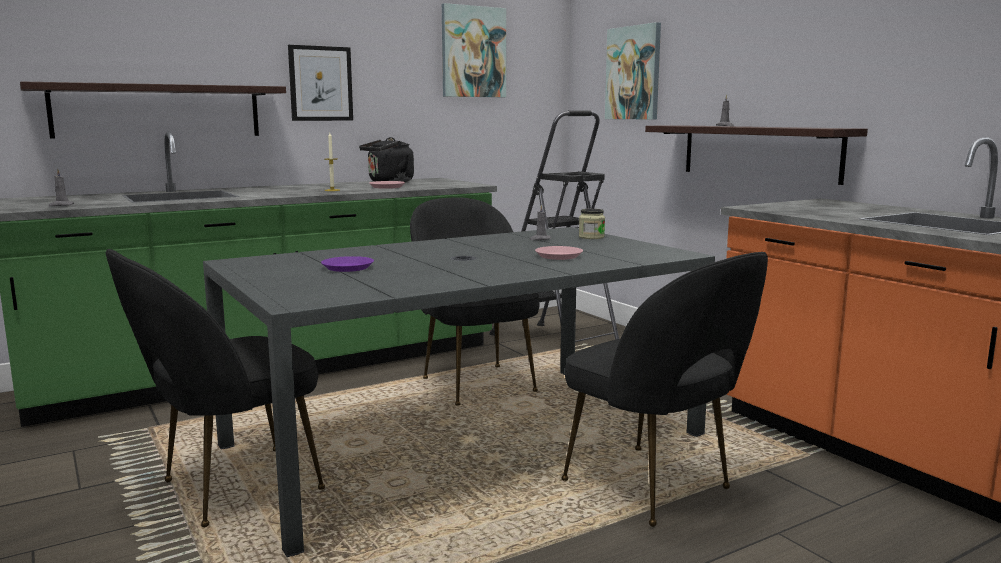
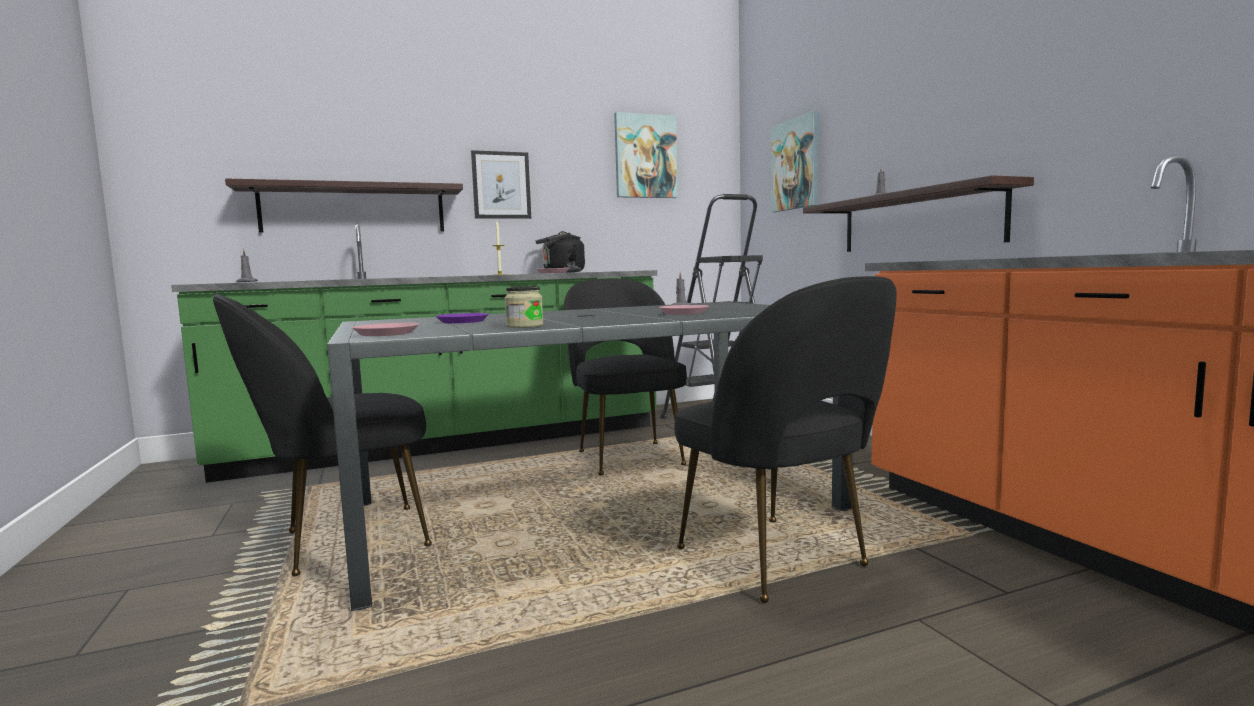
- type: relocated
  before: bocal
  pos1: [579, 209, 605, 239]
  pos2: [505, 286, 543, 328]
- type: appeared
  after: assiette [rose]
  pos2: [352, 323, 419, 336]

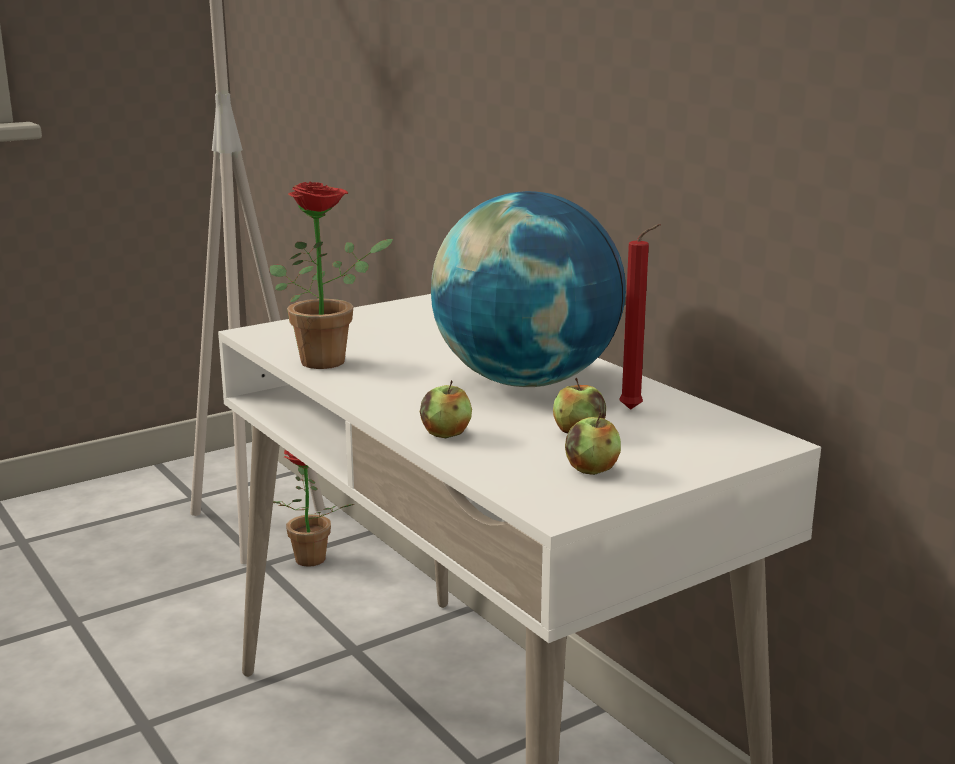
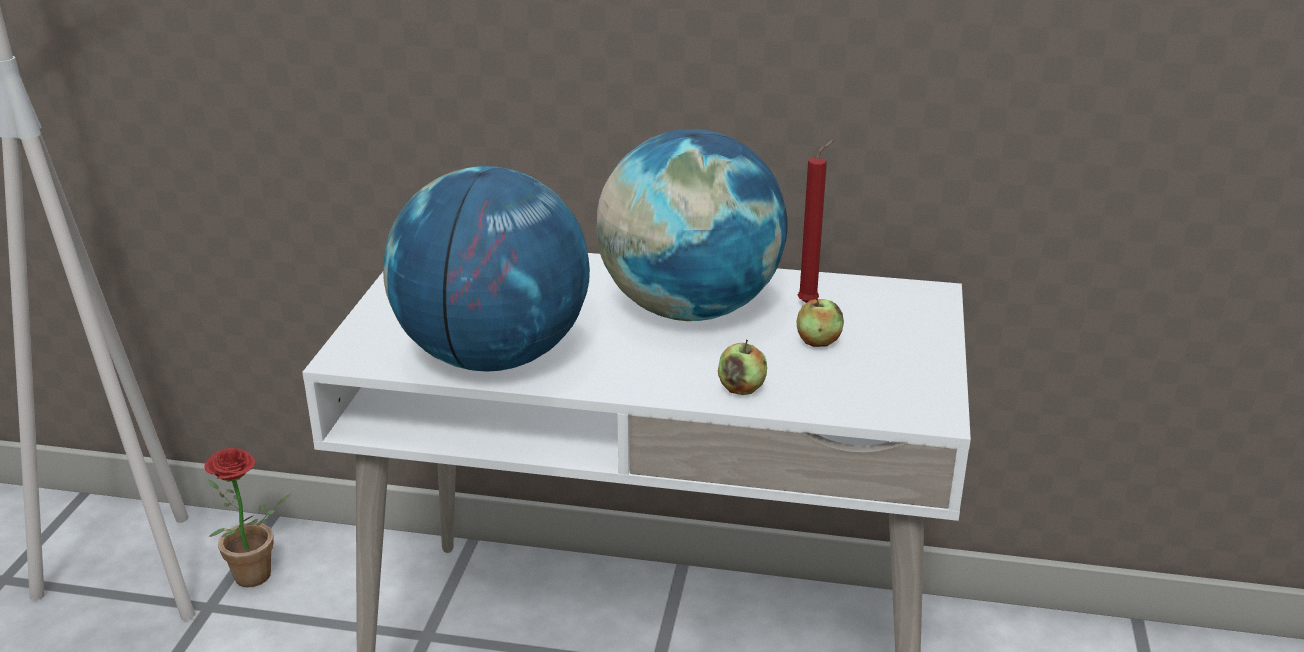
- type: exchanged
  before: plante en pot
  after: globe
  pos1: [269, 181, 393, 369]
  pos2: [383, 166, 590, 372]
- type: missing
  before: pomme
  pos1: [565, 412, 621, 475]

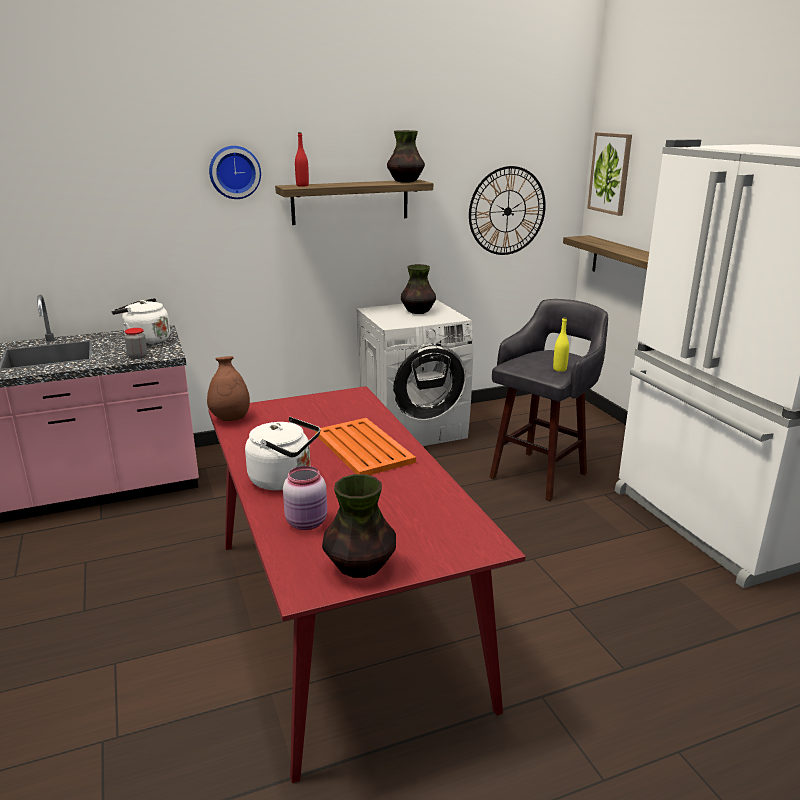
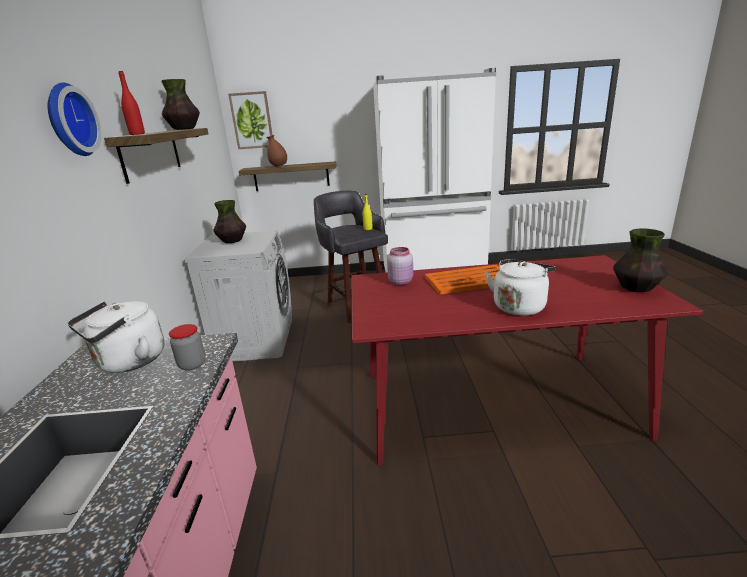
- type: relocated
  before: vase [marron]
  pos1: [207, 356, 250, 421]
  pos2: [266, 135, 287, 167]
- type: relocated
  before: bocal [rose]
  pos1: [283, 466, 327, 530]
  pos2: [387, 247, 413, 285]
- type: missing
  before: horloge murale
  pos1: [469, 166, 546, 255]

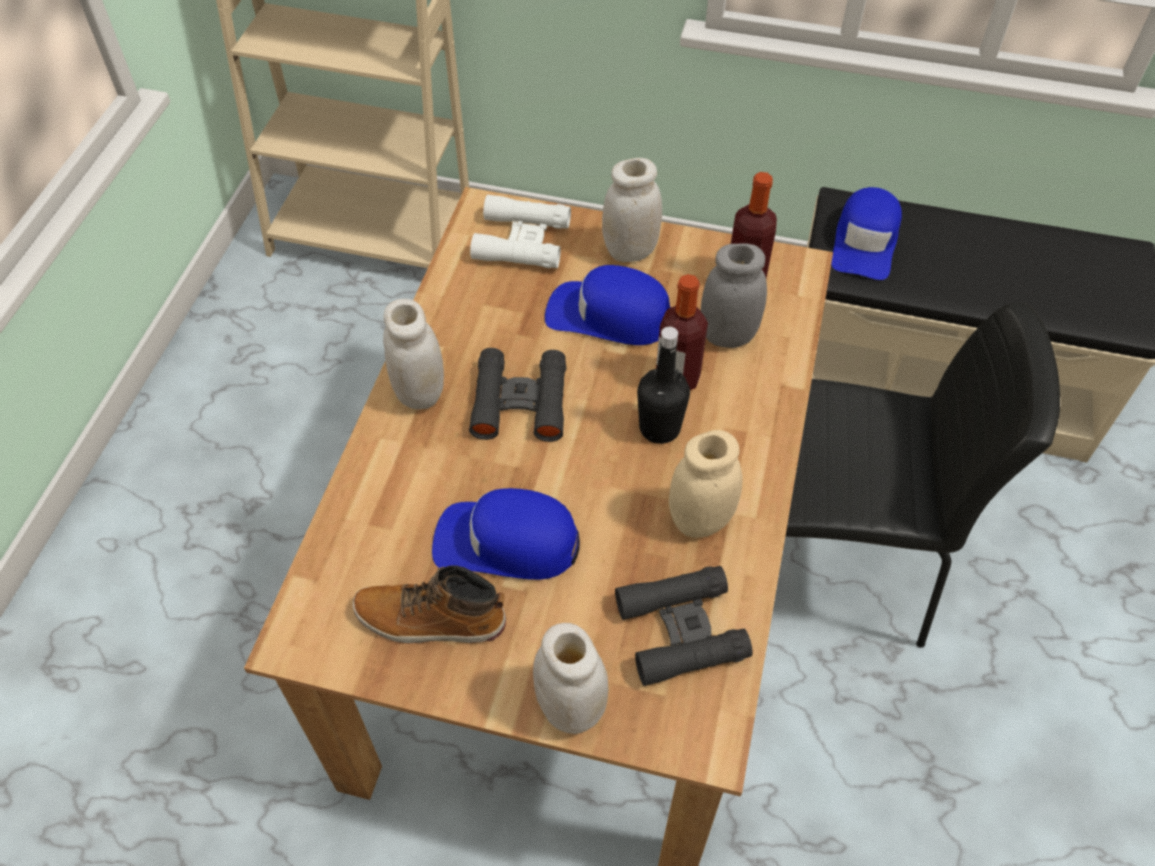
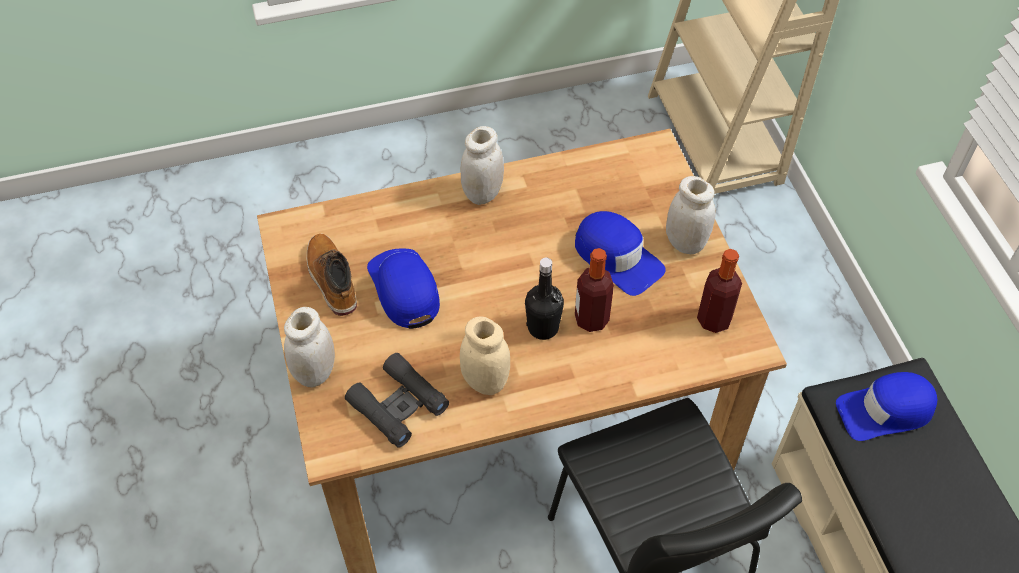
- type: missing
  before: jumelles [noir]
  pos1: [469, 348, 566, 442]
- type: missing
  before: jumelles [blanc]
  pos1: [470, 195, 571, 268]
- type: spun
  before: casquette [bleu]
  pos1: [545, 265, 671, 345]
  pos2: [575, 211, 666, 296]
  turn: 150
- type: missing
  before: bocal [gris]
  pos1: [700, 243, 767, 348]

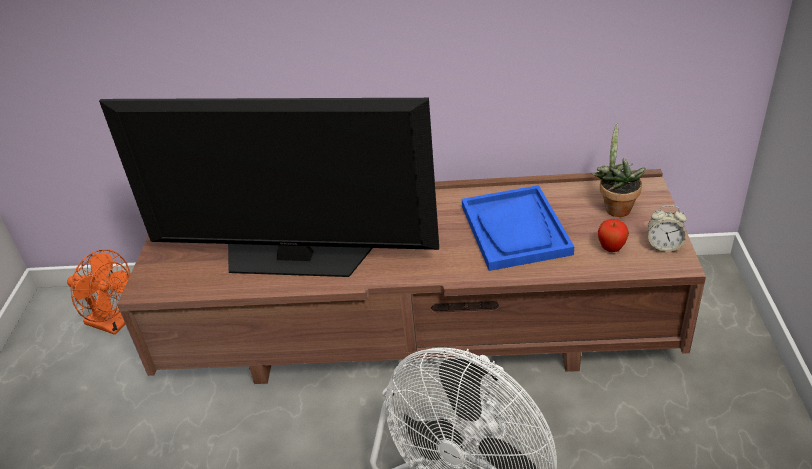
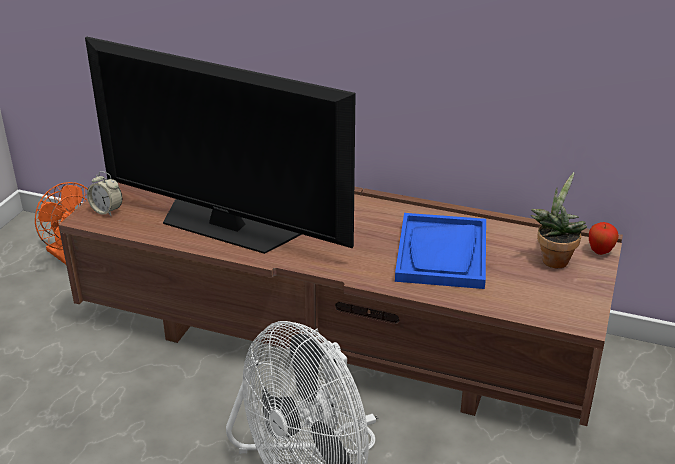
- type: relocated
  before: pomme
  pos1: [598, 219, 629, 252]
  pos2: [589, 222, 619, 255]
- type: relocated
  before: réveil
  pos1: [648, 205, 687, 252]
  pos2: [87, 171, 122, 217]

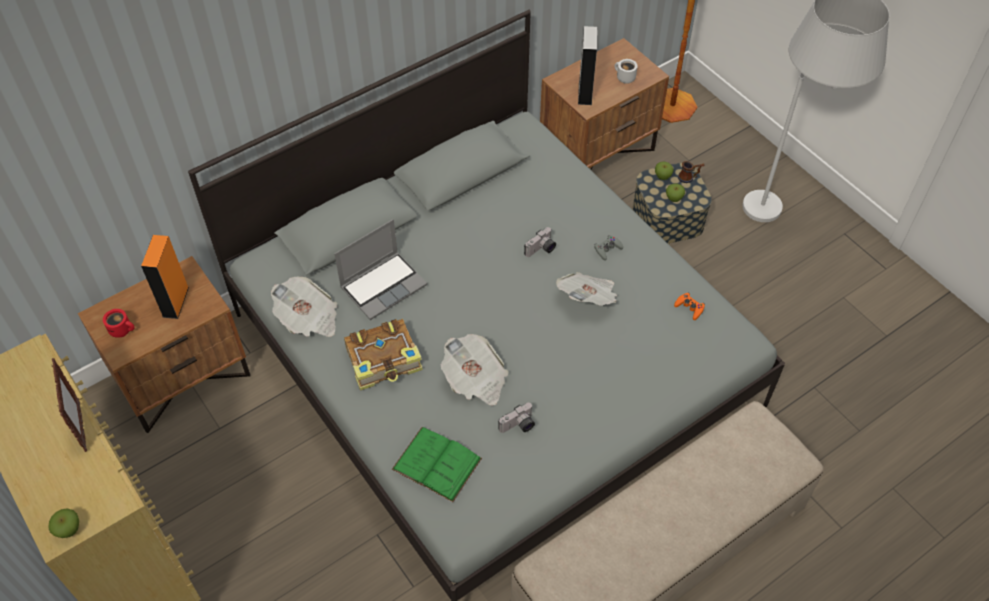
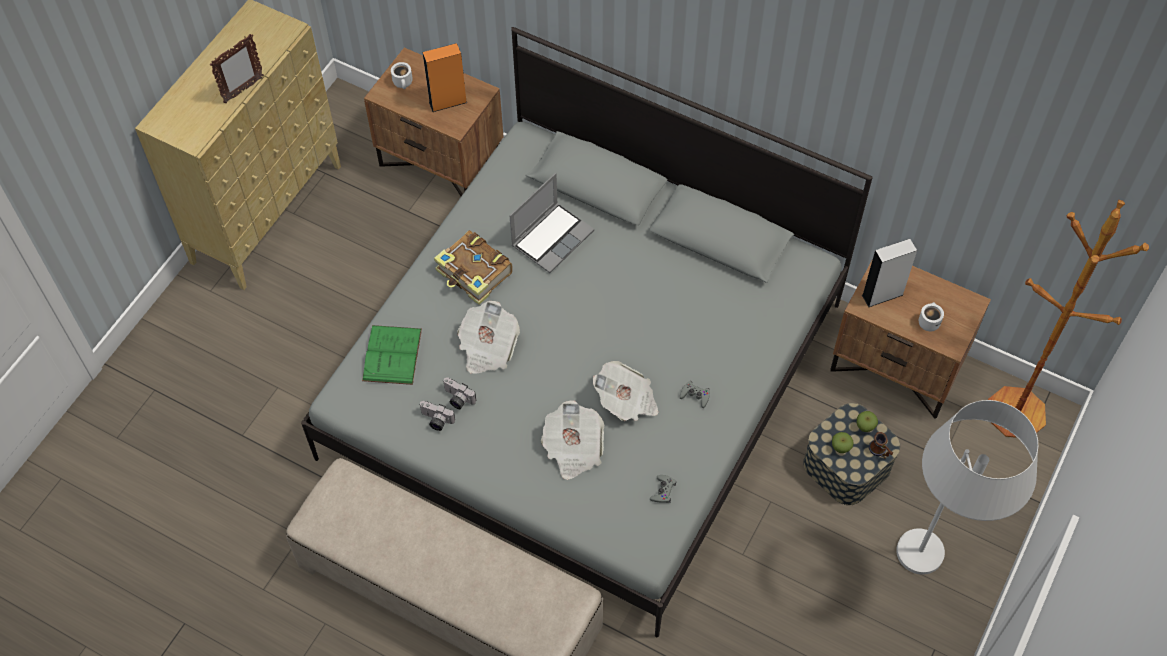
- type: missing
  before: pomme
  pos1: [48, 509, 79, 538]
- type: colour
  before: mug [rouge]
  after: mug [blanc]
  pos1: [103, 309, 135, 338]
  pos2: [391, 62, 413, 89]
- type: relocated
  before: journal
  pos1: [271, 277, 338, 337]
  pos2: [541, 400, 604, 480]
- type: spun
  before: ordinateur portable
  pos1: [334, 219, 427, 320]
  pos2: [509, 173, 594, 273]
  turn: -75
- type: relocated
  before: appareil photo
  pos1: [524, 227, 556, 257]
  pos2: [419, 401, 455, 431]
- type: colour
  before: manette [orange]
  after: manette [gris]
  pos1: [674, 293, 705, 320]
  pos2: [650, 475, 676, 503]

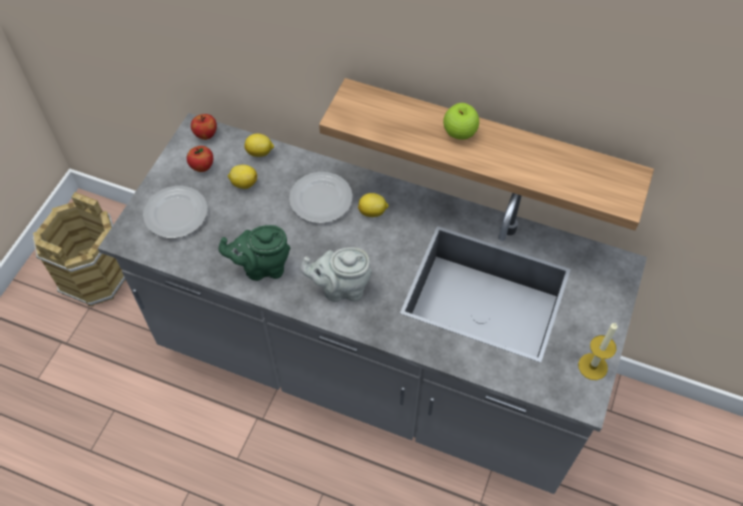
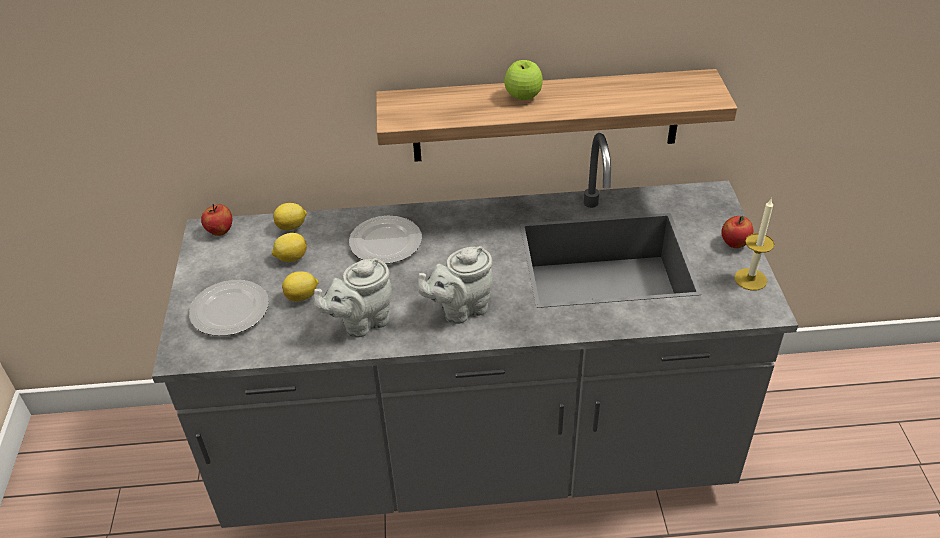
- type: missing
  before: seau [marron]
  pos1: [32, 192, 126, 306]
- type: relocated
  before: pomme
  pos1: [187, 146, 213, 172]
  pos2: [721, 216, 753, 248]
- type: colour
  before: théière [vert]
  after: théière [gris]
  pos1: [219, 225, 290, 281]
  pos2: [314, 258, 392, 338]
- type: relocated
  before: citron
  pos1: [358, 193, 389, 217]
  pos2: [282, 271, 319, 301]

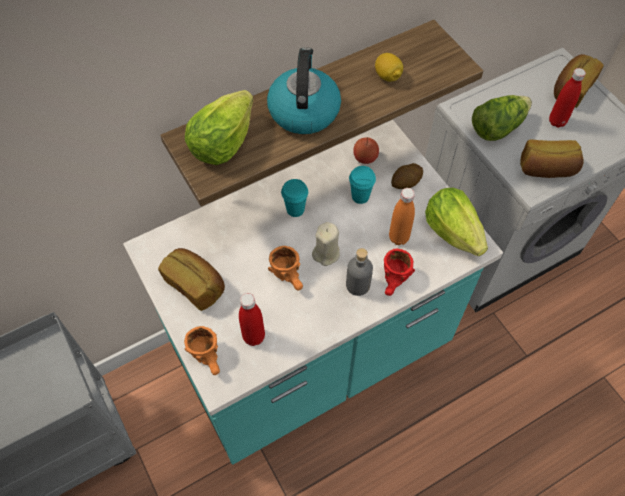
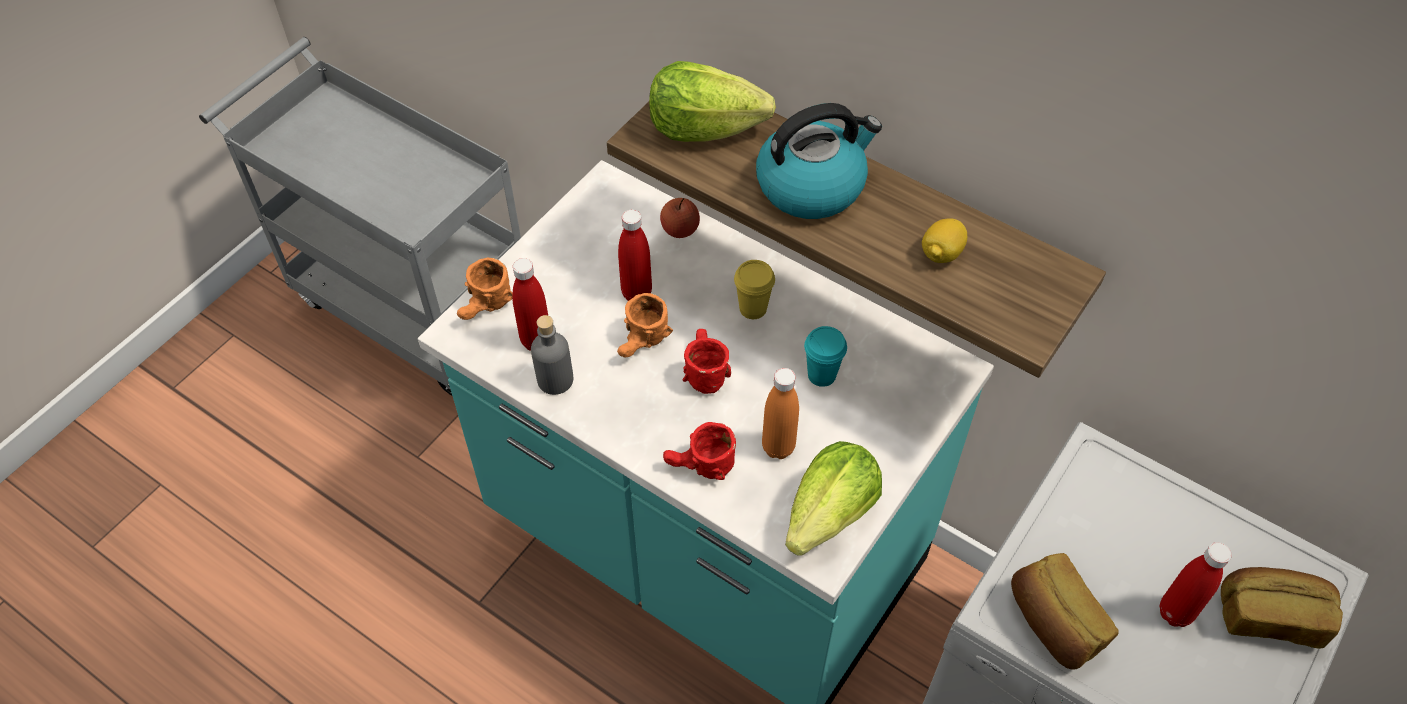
- type: missing
  before: pain
  pos1: [158, 248, 225, 311]
- type: colour
  before: tasse [turquoise]
  after: tasse [jaune]
  pos1: [281, 179, 308, 217]
  pos2: [734, 260, 775, 319]
- type: exchanged
  before: bougie [beige]
  after: mug [rouge]
  pos1: [312, 222, 340, 266]
  pos2: [682, 329, 731, 394]
- type: relocated
  before: bouteille [gris]
  pos1: [346, 248, 373, 296]
  pos2: [531, 315, 573, 395]
- type: relocated
  before: pomme
  pos1: [353, 137, 379, 164]
  pos2: [660, 198, 700, 238]
- type: missing
  before: pomme de terre
  pos1: [391, 163, 423, 189]
- type: missing
  before: laitue
  pos1: [472, 95, 532, 141]
- type: appeared
  after: bouteille [rouge]
  pos2: [618, 210, 652, 301]

